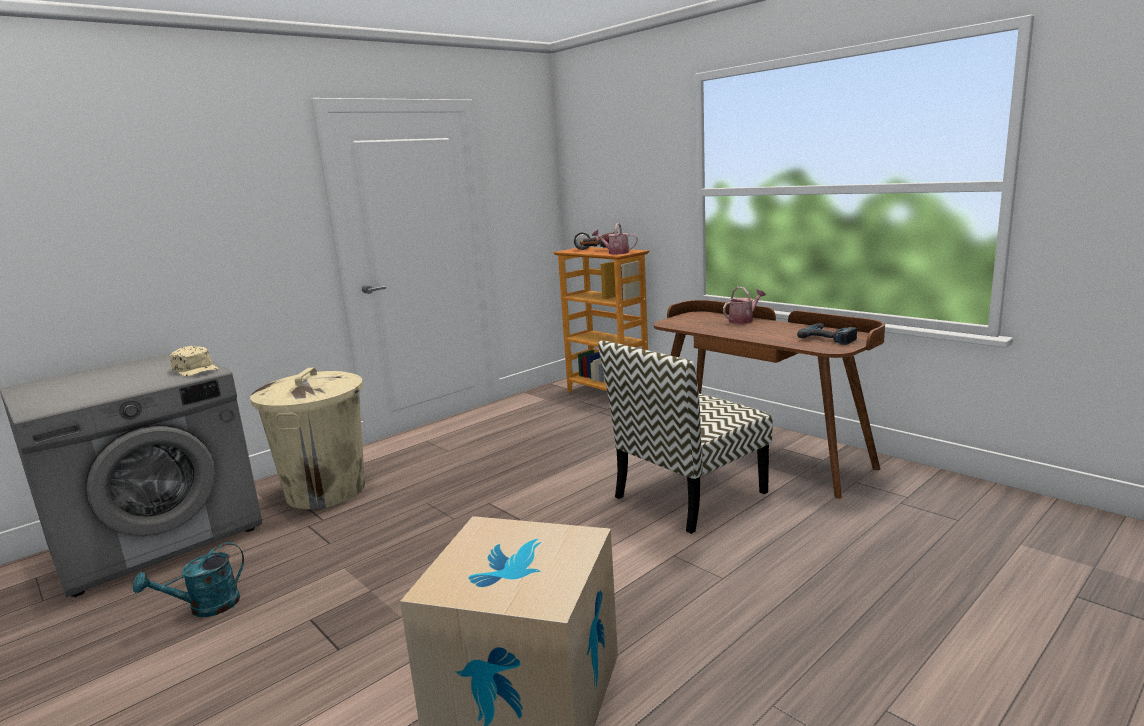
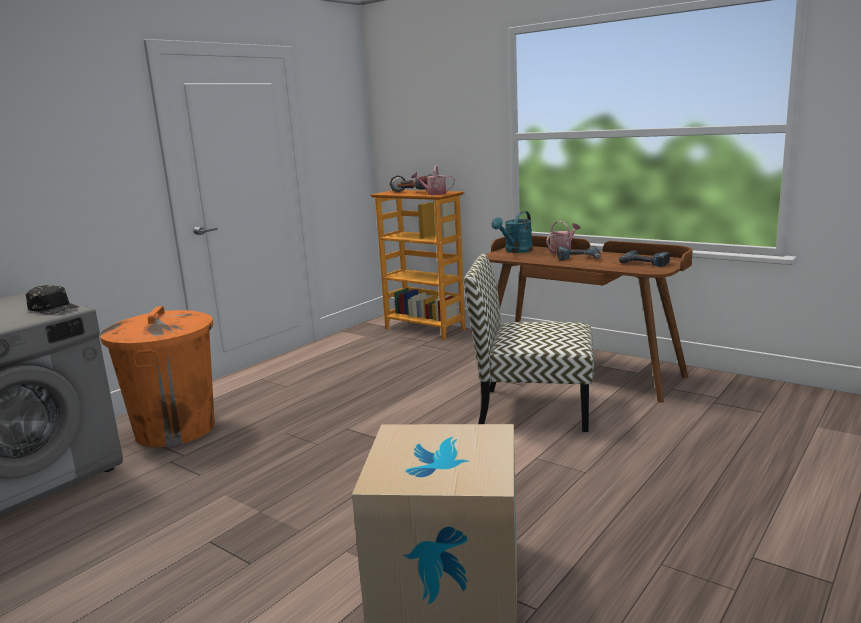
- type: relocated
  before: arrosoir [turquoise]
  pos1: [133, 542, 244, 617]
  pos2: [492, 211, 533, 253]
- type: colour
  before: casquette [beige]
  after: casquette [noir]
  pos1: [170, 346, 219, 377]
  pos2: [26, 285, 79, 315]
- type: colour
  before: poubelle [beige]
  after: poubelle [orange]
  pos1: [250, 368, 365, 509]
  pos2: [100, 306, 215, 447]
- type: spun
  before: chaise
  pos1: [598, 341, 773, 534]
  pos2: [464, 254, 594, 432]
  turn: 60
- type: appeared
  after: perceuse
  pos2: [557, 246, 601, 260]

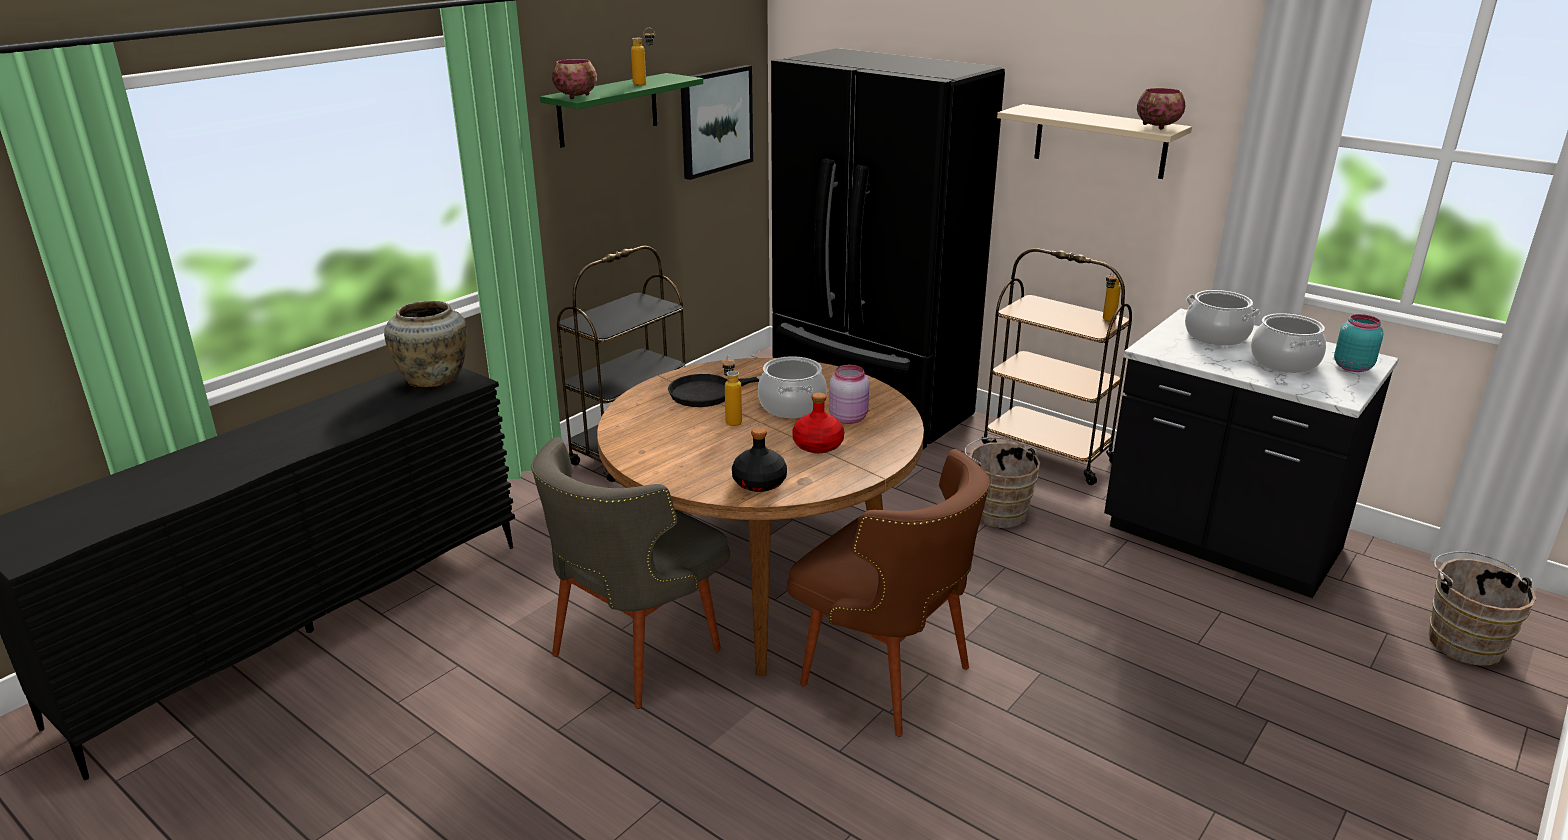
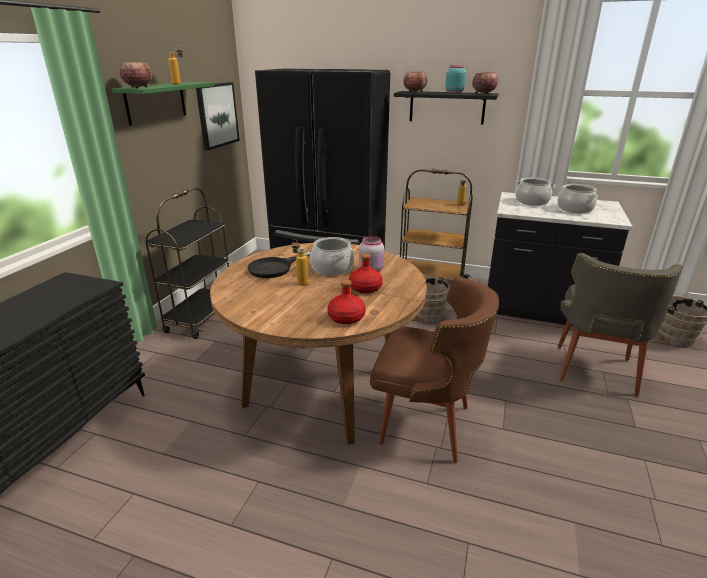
- type: missing
  before: vase [beige]
  pos1: [384, 301, 467, 387]
- type: relocated
  before: chaise [gris]
  pos1: [531, 437, 730, 709]
  pos2: [558, 253, 683, 396]
- type: colour
  before: bouteille [noir]
  after: bouteille [rouge]
  pos1: [732, 427, 787, 492]
  pos2: [327, 280, 366, 324]
- type: colour
  before: étagère [beige]
  after: étagère [noir]
  pos1: [997, 104, 1192, 179]
  pos2: [394, 91, 499, 124]
- type: relocated
  before: bocal [turquoise]
  pos1: [1334, 314, 1383, 372]
  pos2: [445, 65, 466, 94]
- type: appeared
  after: bol
  pos2: [403, 72, 427, 92]

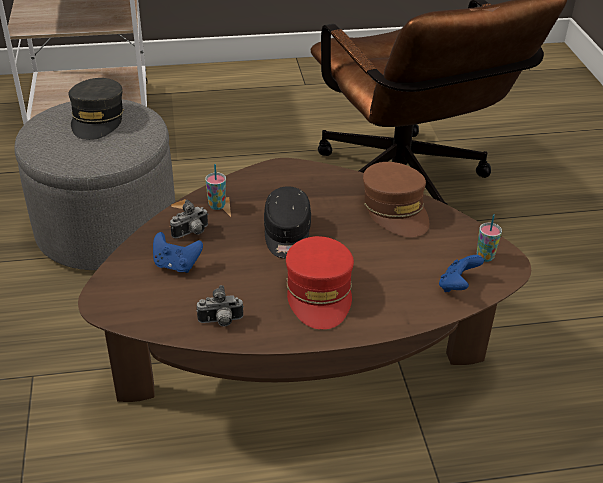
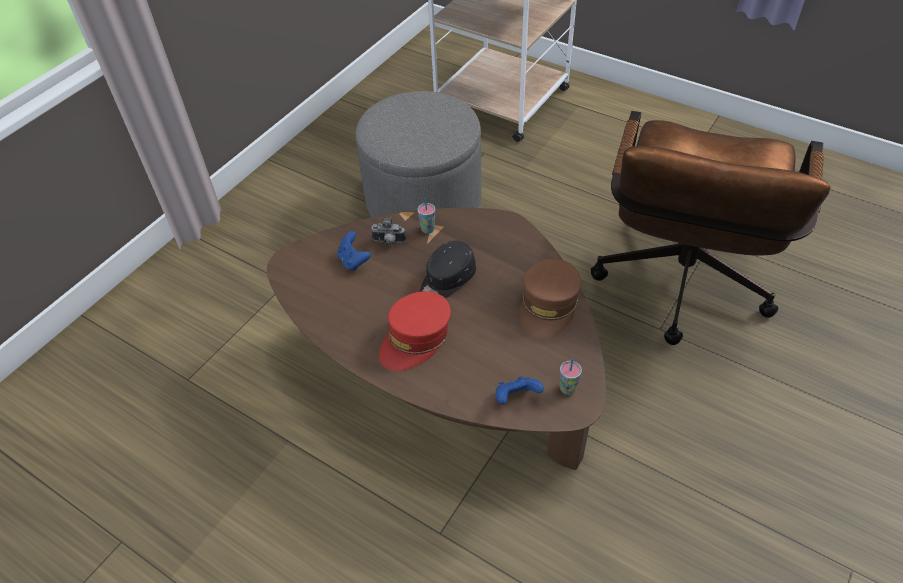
- type: missing
  before: casquette [gris]
  pos1: [68, 78, 124, 140]
- type: missing
  before: appareil photo
  pos1: [196, 285, 244, 326]

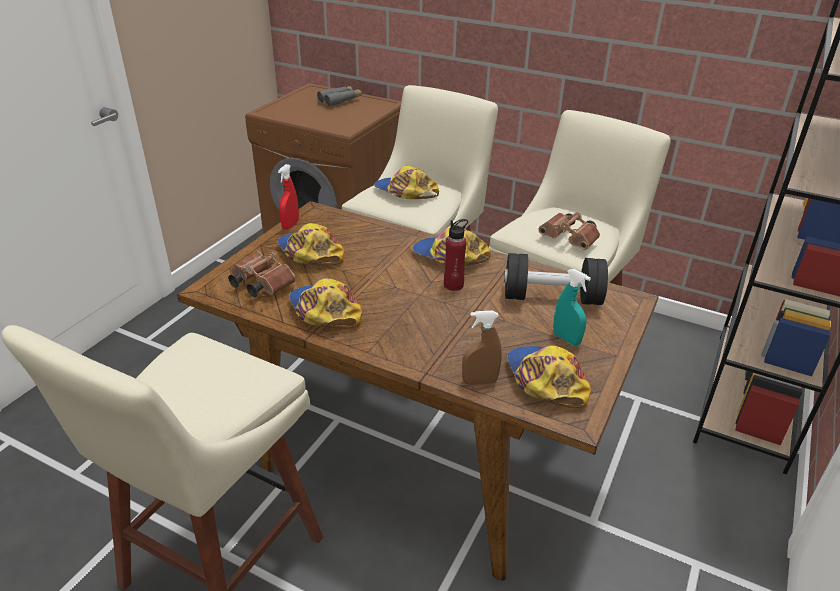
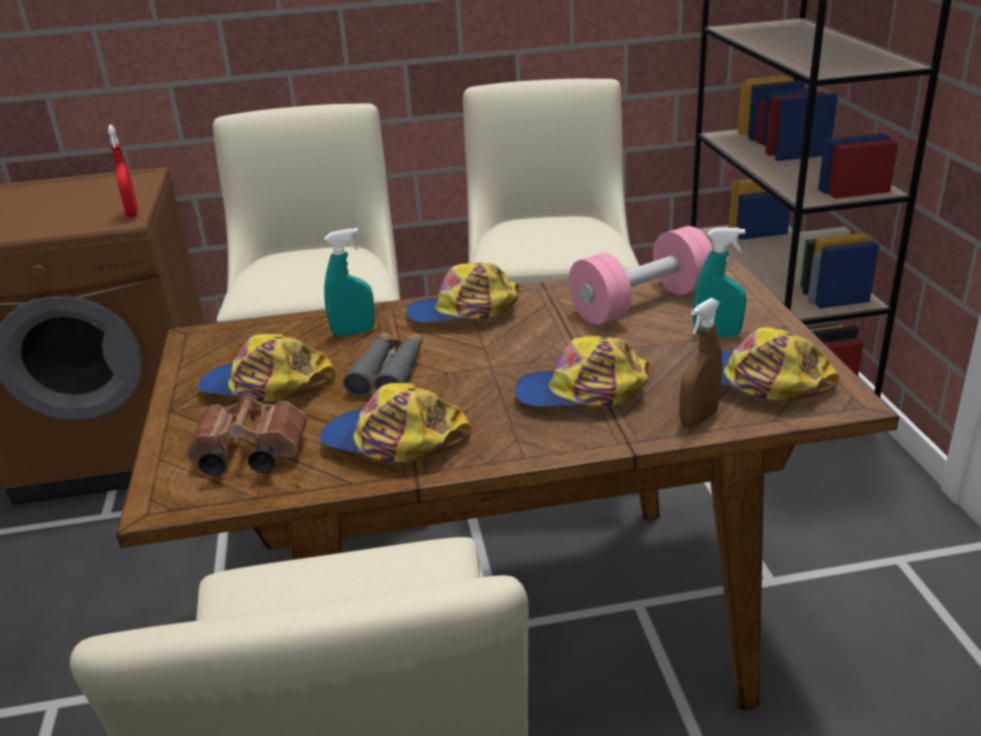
- type: relocated
  before: vaporisateur [rouge]
  pos1: [278, 164, 299, 230]
  pos2: [108, 125, 138, 217]
- type: relocated
  before: jumelles [gris]
  pos1: [317, 86, 362, 107]
  pos2: [343, 332, 423, 397]
- type: relocated
  before: casquette
  pos1: [374, 166, 439, 199]
  pos2: [515, 336, 650, 406]
- type: missing
  before: bouteille [rouge]
  pos1: [444, 219, 468, 291]
- type: colour
  before: haltère [noir]
  after: haltère [rose]
  pos1: [504, 253, 608, 305]
  pos2: [569, 226, 713, 325]
- type: missing
  before: jumelles [marron]
  pos1: [539, 212, 600, 250]
- type: appeared
  after: vaporisateur [turquoise]
  pos2: [324, 228, 375, 336]

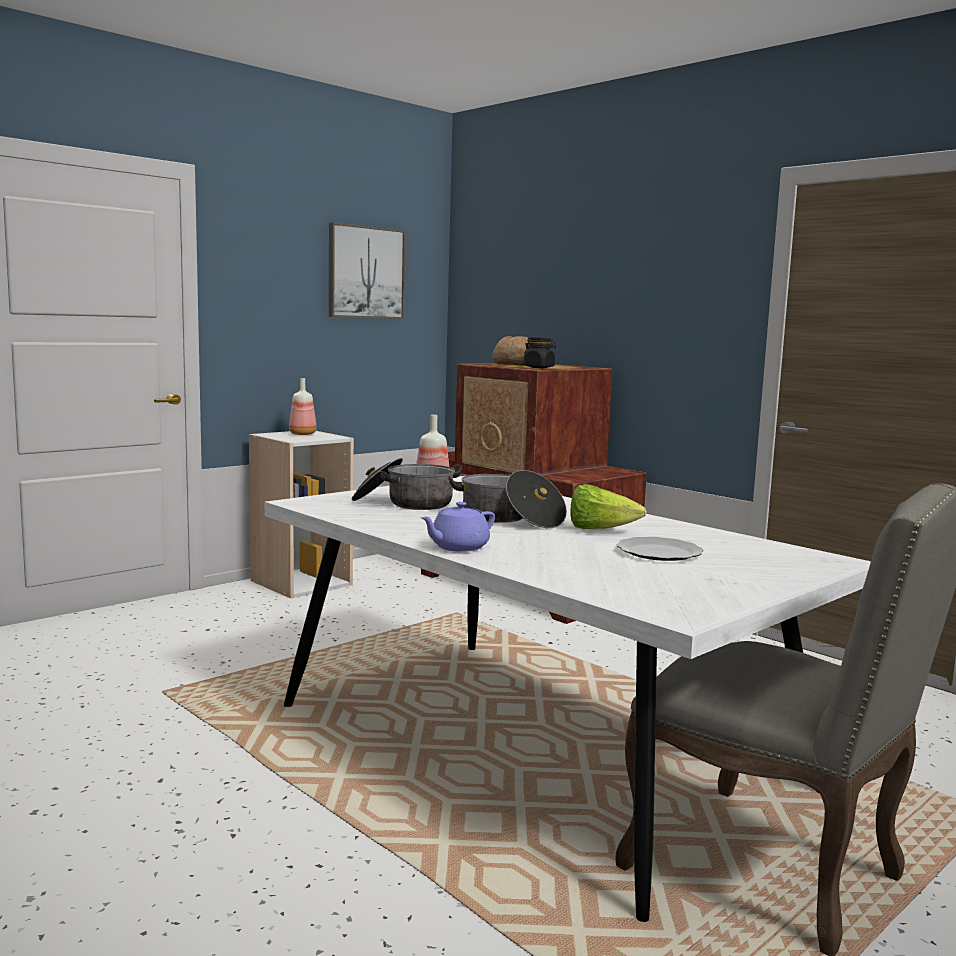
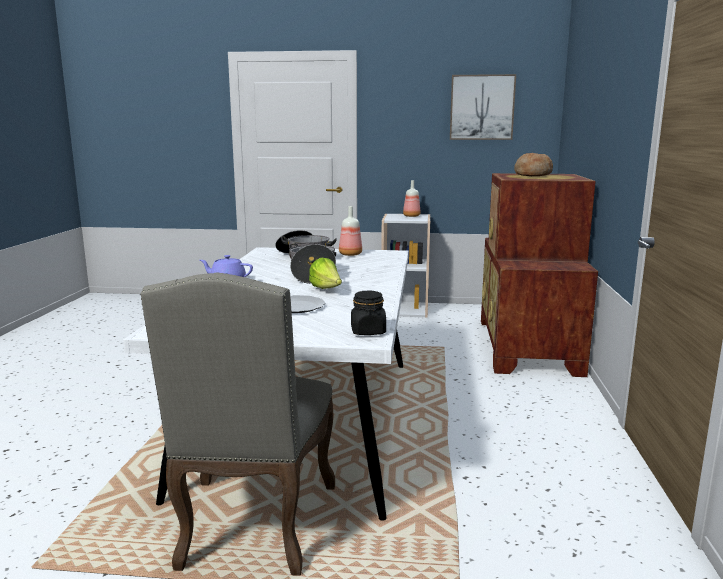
- type: relocated
  before: bocal [noir]
  pos1: [524, 337, 556, 368]
  pos2: [351, 291, 386, 335]

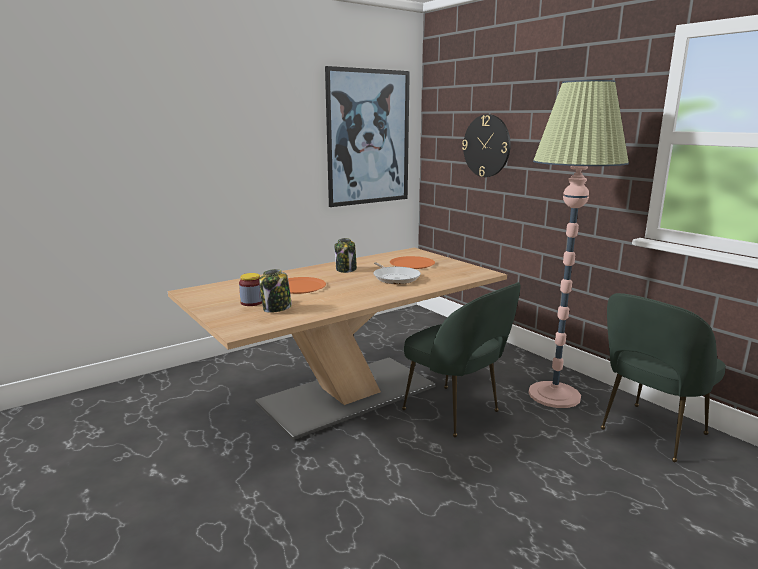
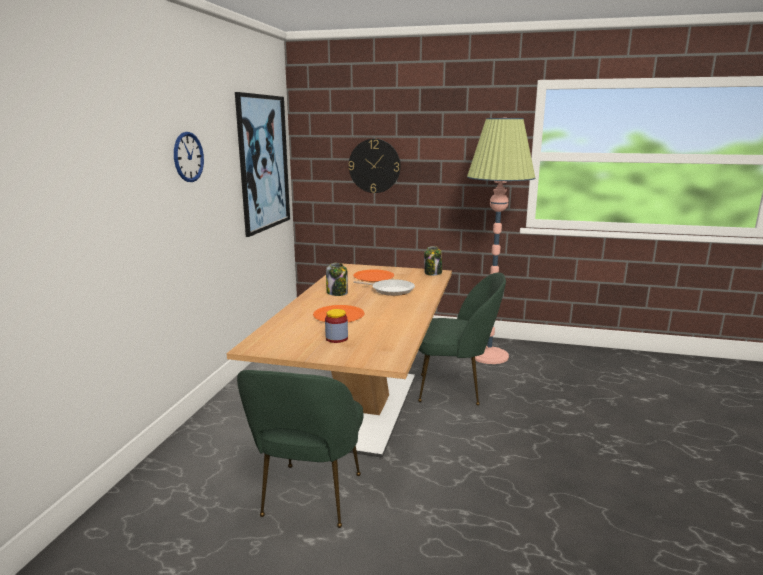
- type: relocated
  before: bocal
  pos1: [259, 269, 292, 313]
  pos2: [424, 246, 442, 276]
- type: relocated
  before: chaise [vert]
  pos1: [601, 293, 726, 462]
  pos2: [237, 370, 364, 528]
- type: appeared
  after: horloge murale
  pos2: [174, 132, 204, 182]

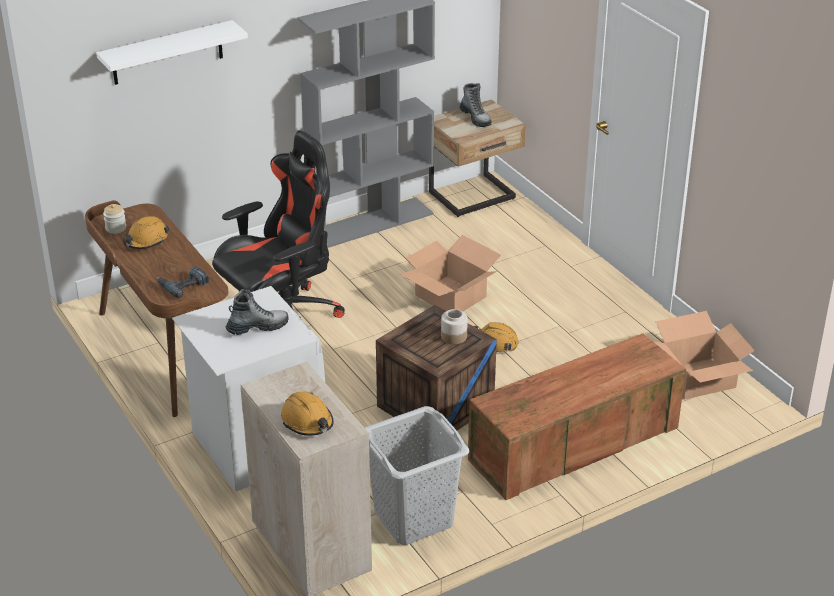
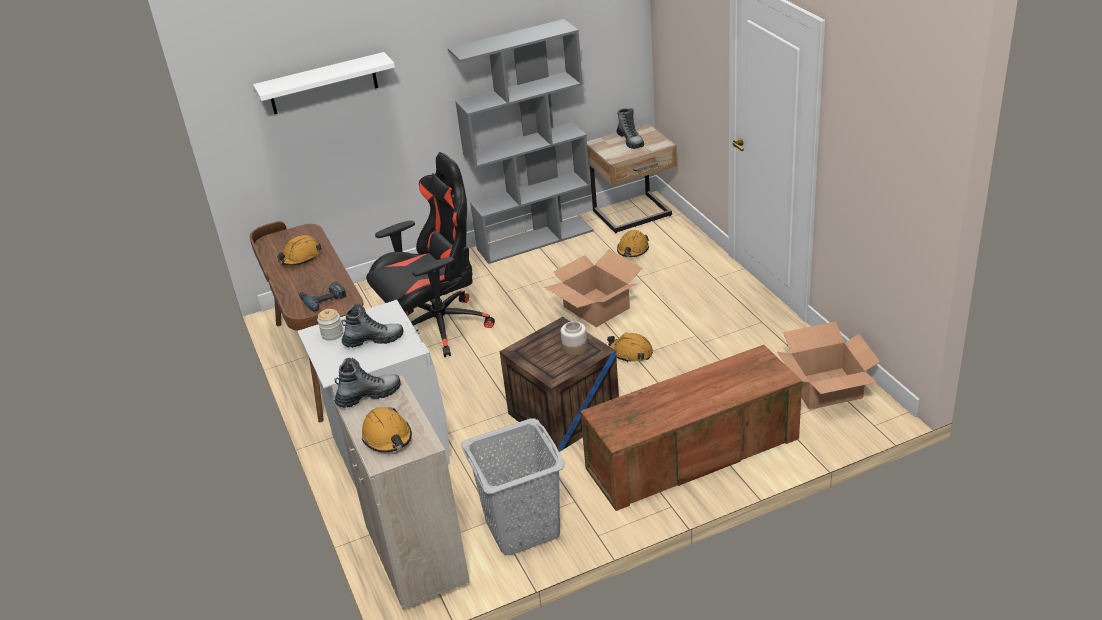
- type: relocated
  before: bocal
  pos1: [103, 204, 126, 234]
  pos2: [317, 309, 343, 341]
- type: appeared
  after: botte
  pos2: [334, 358, 401, 408]
- type: appeared
  after: casque de chantier [orange]
  pos2: [617, 230, 649, 257]

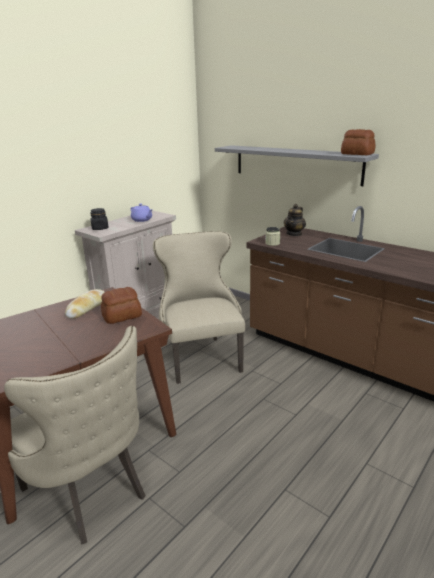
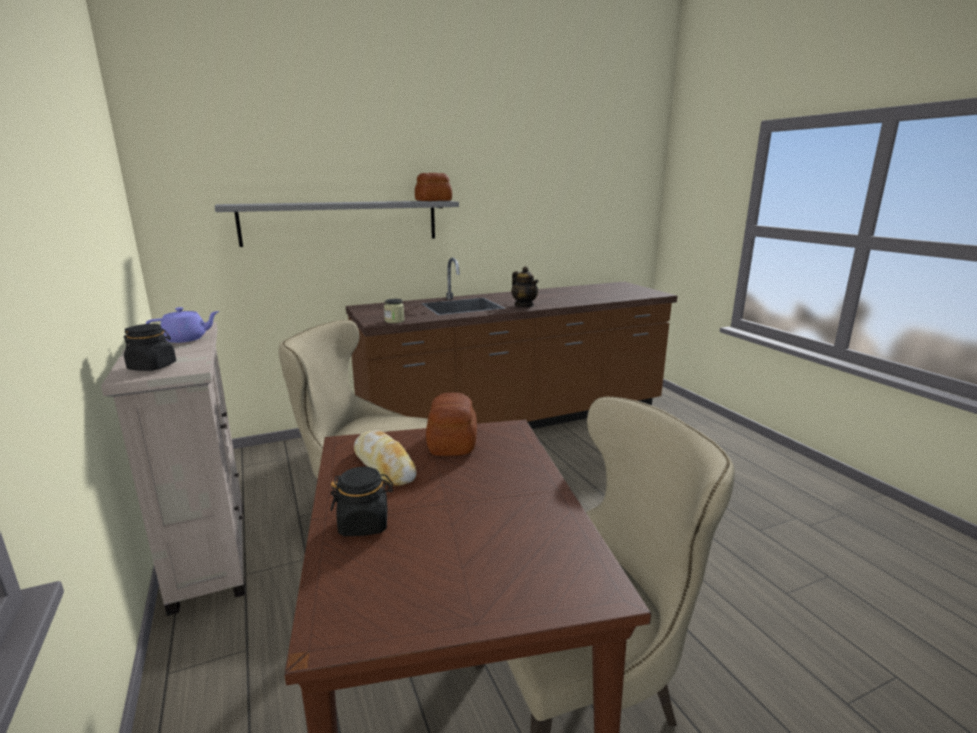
- type: relocated
  before: théière
  pos1: [284, 204, 306, 236]
  pos2: [511, 266, 538, 307]
- type: appeared
  after: bocal [noir]
  pos2: [330, 467, 393, 536]

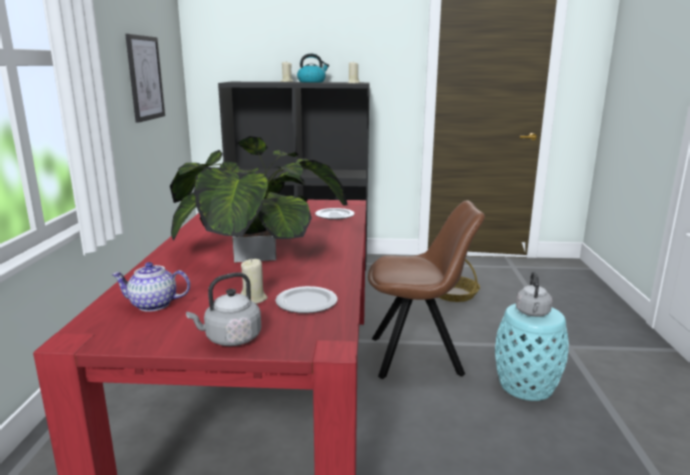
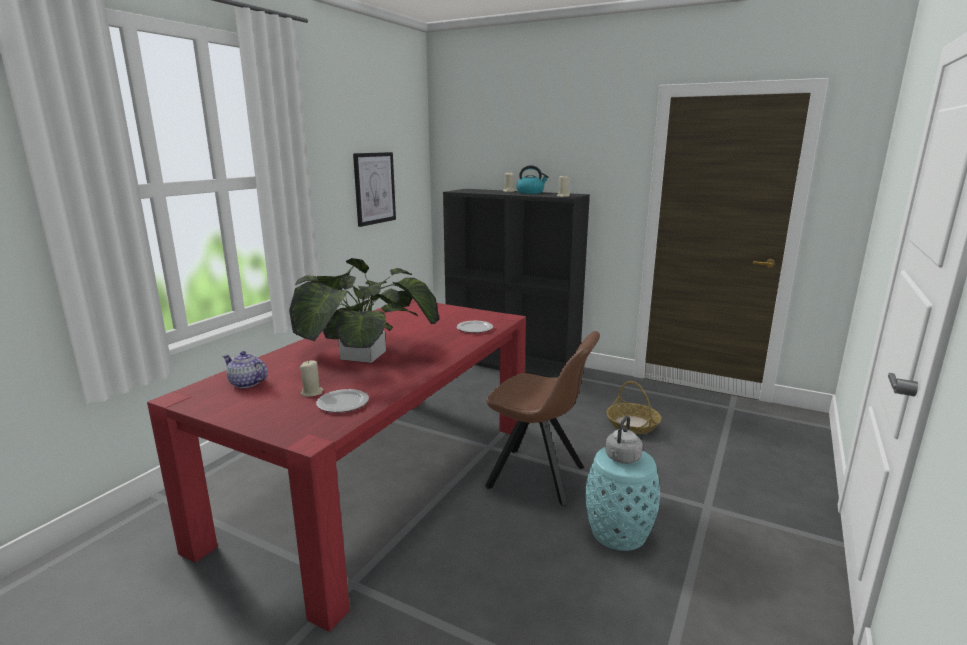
- type: missing
  before: bouilloire [gris]
  pos1: [186, 272, 261, 346]

